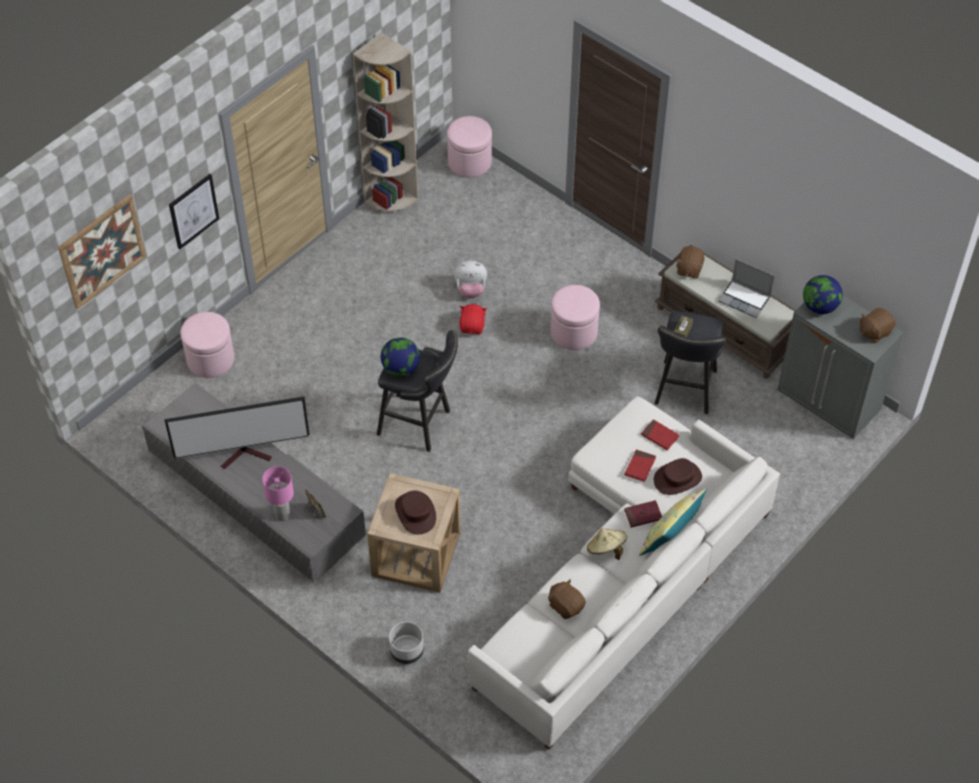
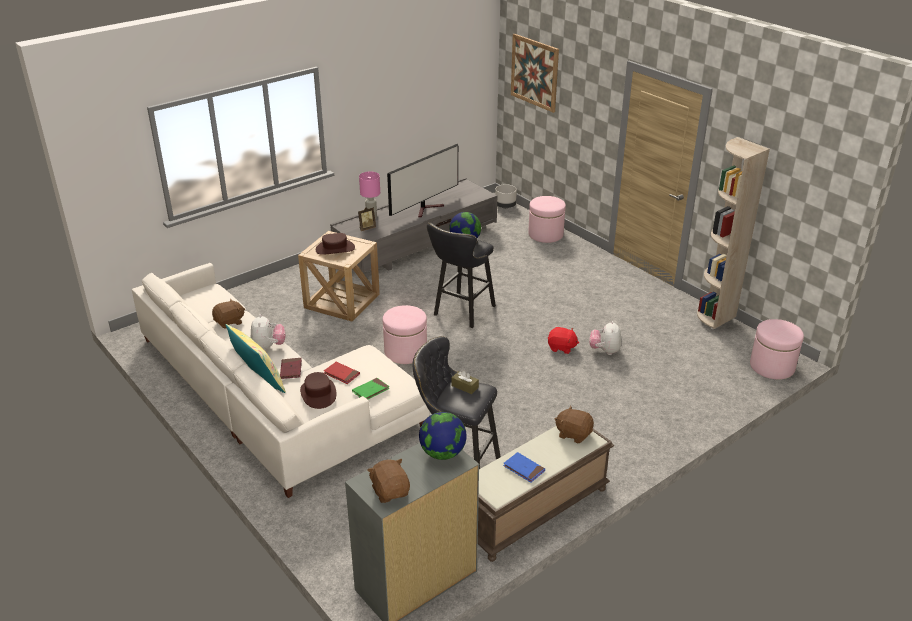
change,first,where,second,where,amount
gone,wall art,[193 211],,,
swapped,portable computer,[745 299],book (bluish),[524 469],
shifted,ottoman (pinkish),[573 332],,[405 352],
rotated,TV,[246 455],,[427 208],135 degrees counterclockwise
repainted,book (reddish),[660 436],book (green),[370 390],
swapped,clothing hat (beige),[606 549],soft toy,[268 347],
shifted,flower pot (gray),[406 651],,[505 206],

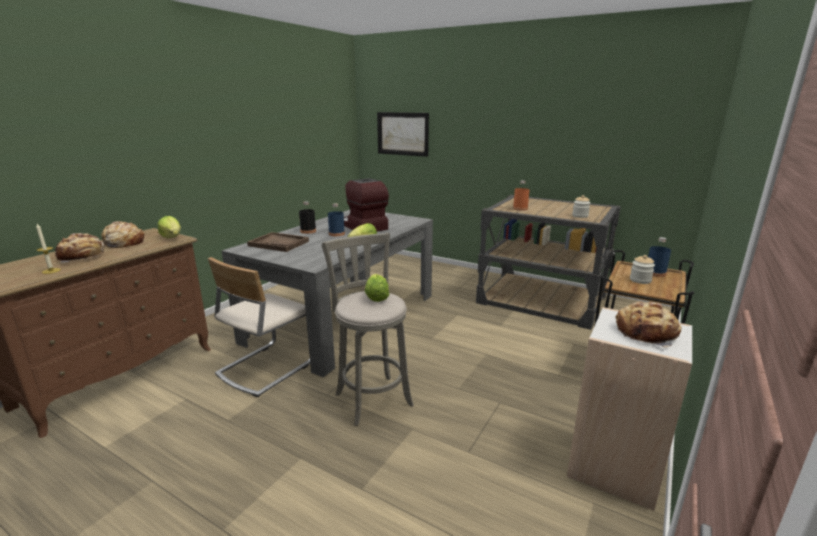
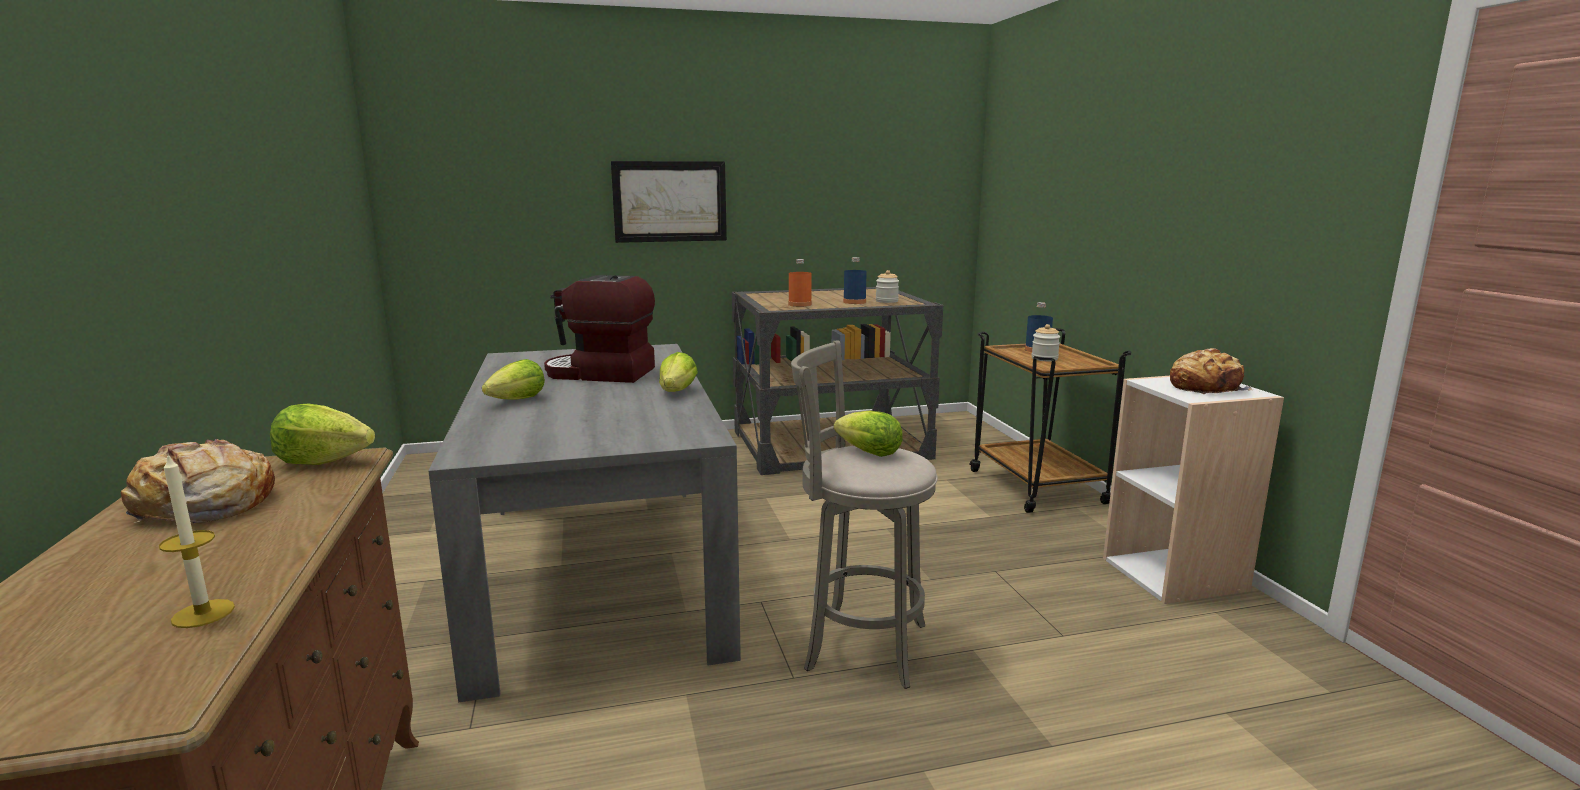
change,first,where,second,where,amount
shifted,wall art,[403 133],,[670 201],
swapped,bottle (blackish),[308 231],head of lettuce,[518 400],
shifted,bottle (bluish),[336 234],,[854 302],
gone,serving tray (brown-coloured),[279 243],,,
gone,bread,[82 256],,,
gone,upright chair (beige),[266 367],,,

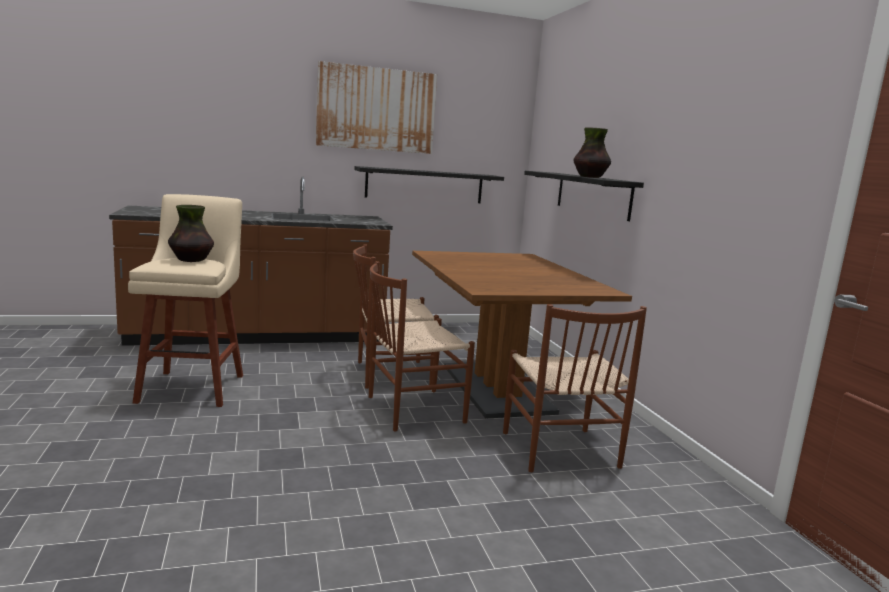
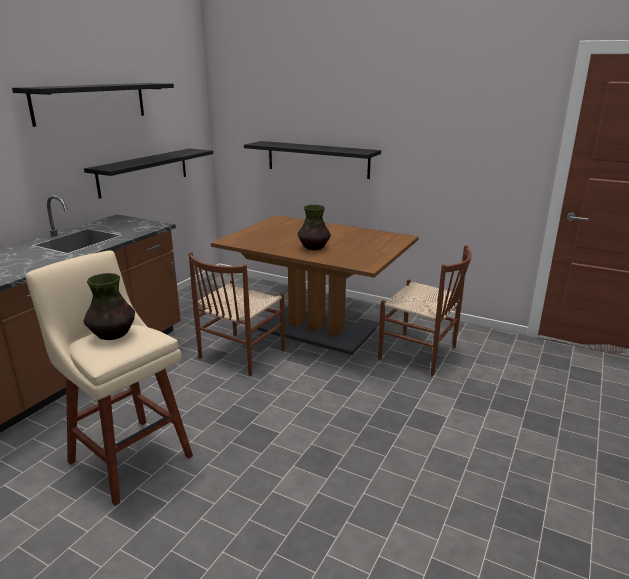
change,first,where,second,where,amount
swapped,wall art,[376 109],bracket shelf (blackish),[91 102],
shifted,flower vase,[590 177],,[314 248],
gone,upright chair (brown-coloured),[411 410],,,

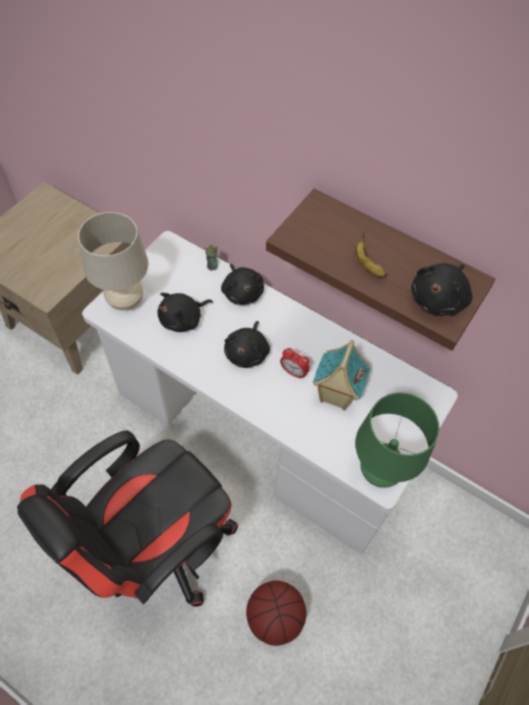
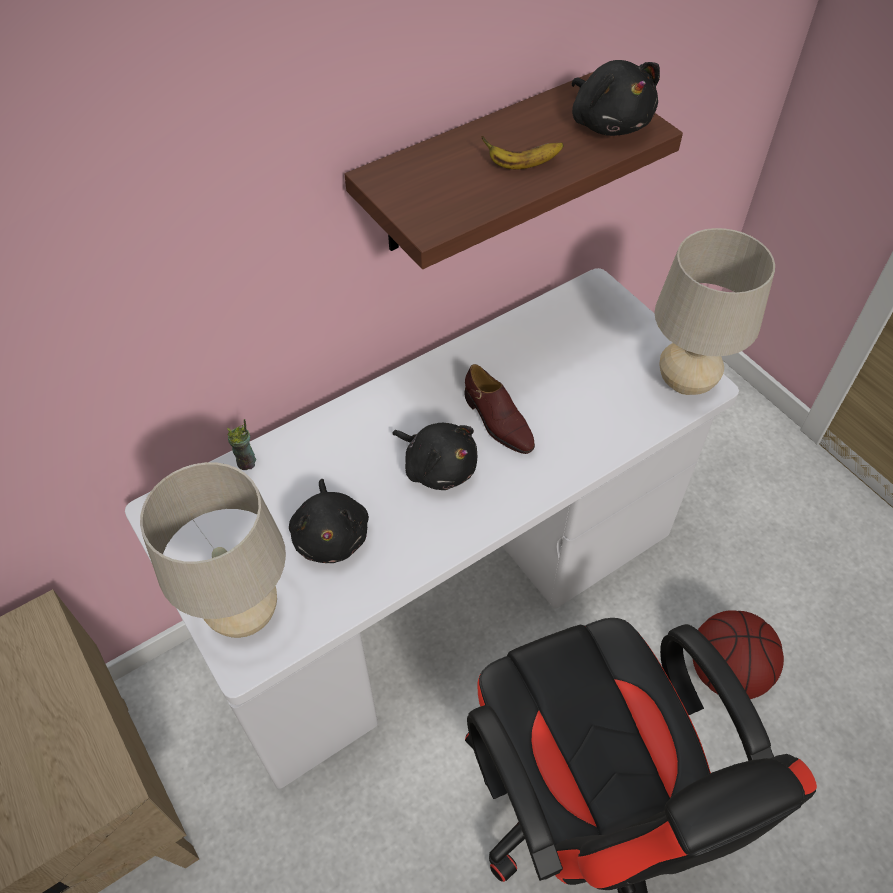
change,first,where,second,where,amount
gone,soft toy (blackish),[242 292],,,
gone,miniature house,[335 396],,,
swapped,alarm clock,[293 372],low shoe (brown-coloured),[497 421],
repainted,lamp for a table (green),[379 472],lamp for a table (beige),[685 382],

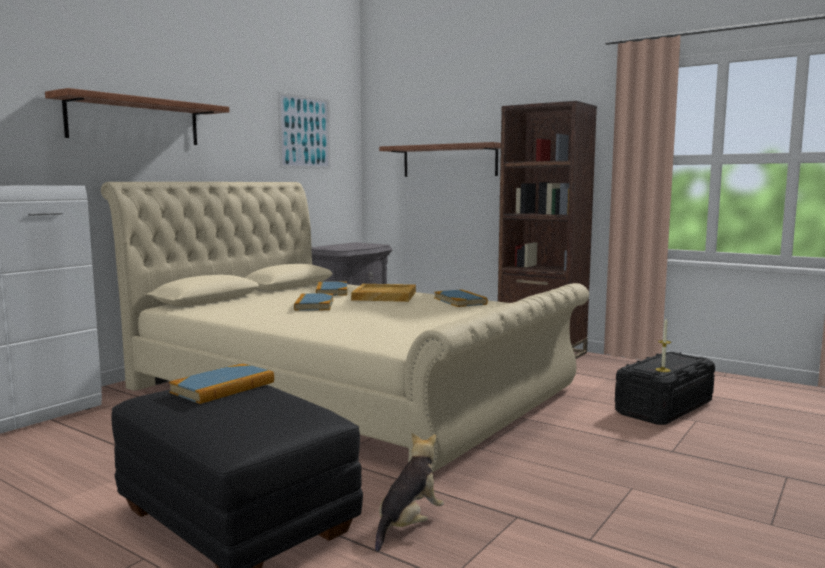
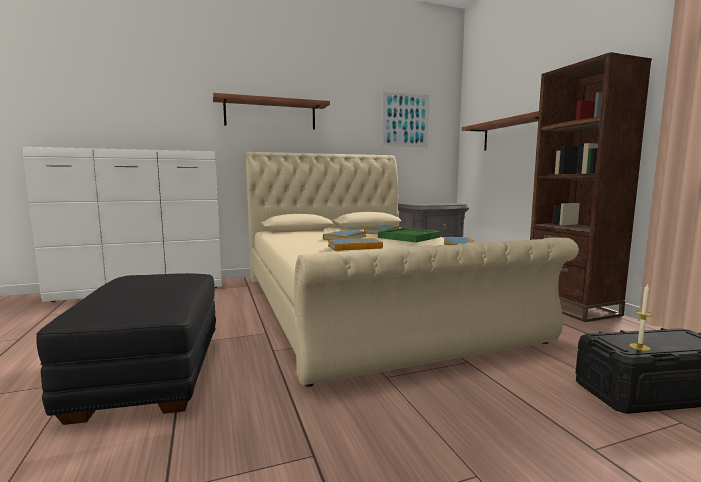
change,first,where,second,where,amount
repainted,serving tray (beige),[384 296],serving tray (green),[408 237],
shifted,book,[223 387],,[354 247],
gone,soft toy,[408 524],,,

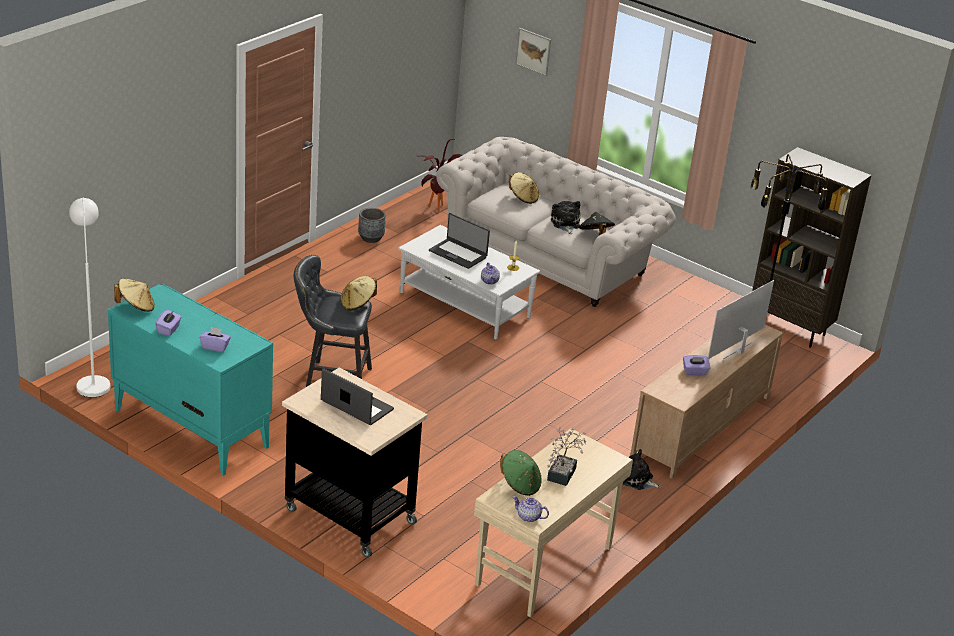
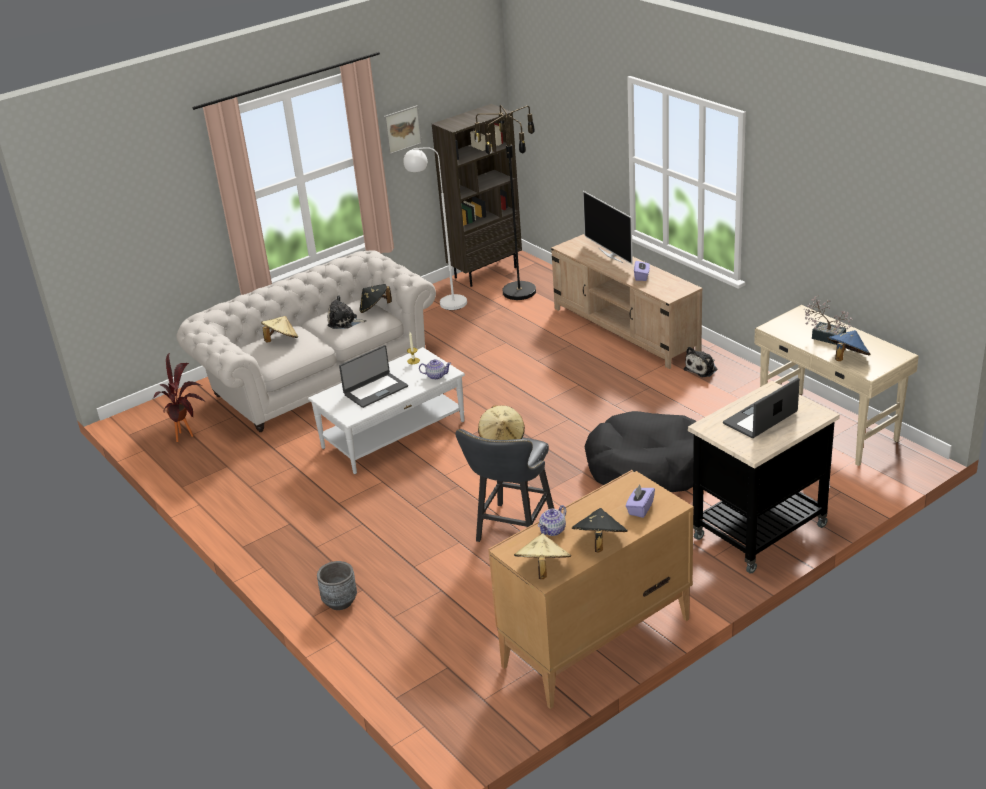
change,first,where,second,where,amount
shifted,wall art,[533 51],,[402 129],
shifted,standing lamp (white-coloured),[92 382],,[444 304],
shifted,flower pot (gray),[371 238],,[340 602],
repainted,cupboard (turquoise-coloured),[191 428],cupboard (brown-coloured),[596 642],
swapped,box of tissues (purple-coloured),[169 329],clothing hat (blackish),[599 543],
repainted,clothing hat (green),[520 484],clothing hat (bluish),[847 358],
shifted,teapot,[529 517],,[553 530],
new,,,dog cushion (blackish),[647 467],

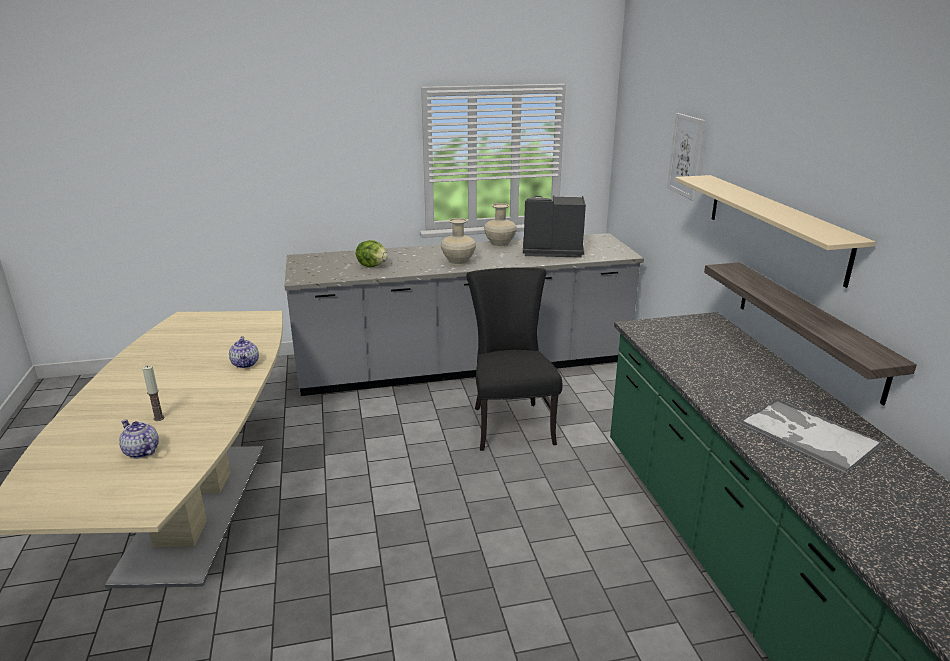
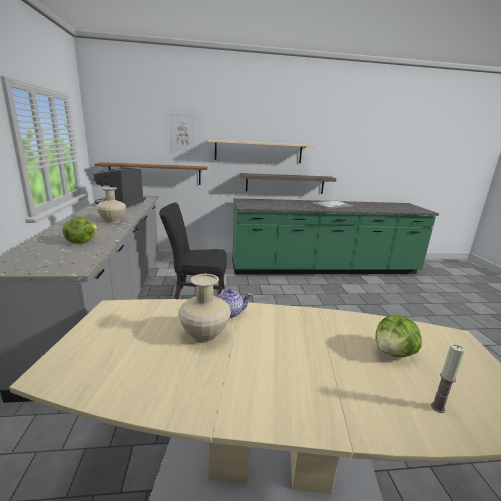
change,first,where,second,where,amount
shifted,flower vase (beige),[499 244],,[204 335],
shifted,wax candle,[158 418],,[438 407],
swapped,teapot,[141 451],head of lettuce,[393 353],
new,,,bracket shelf (brown-coloured),[155 174],

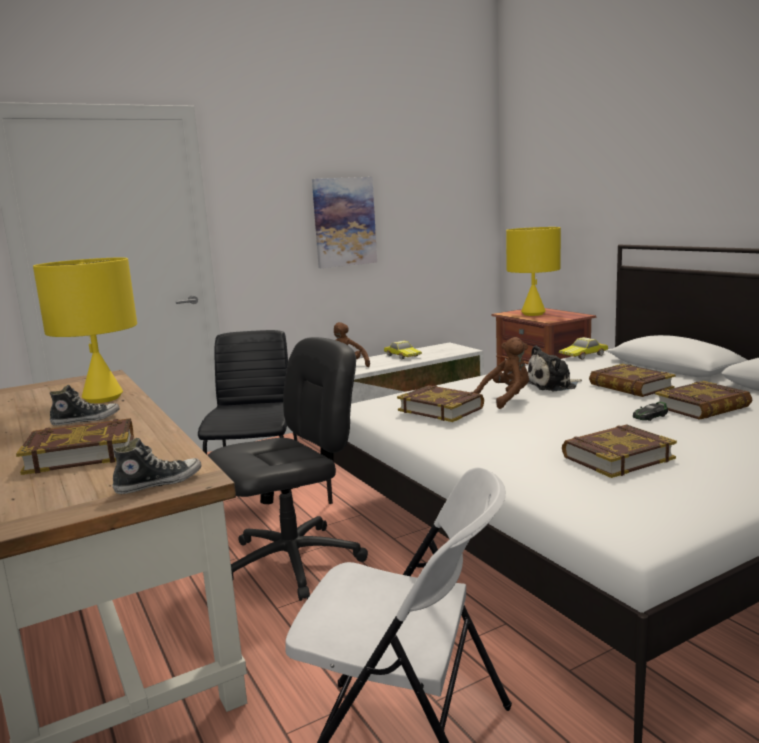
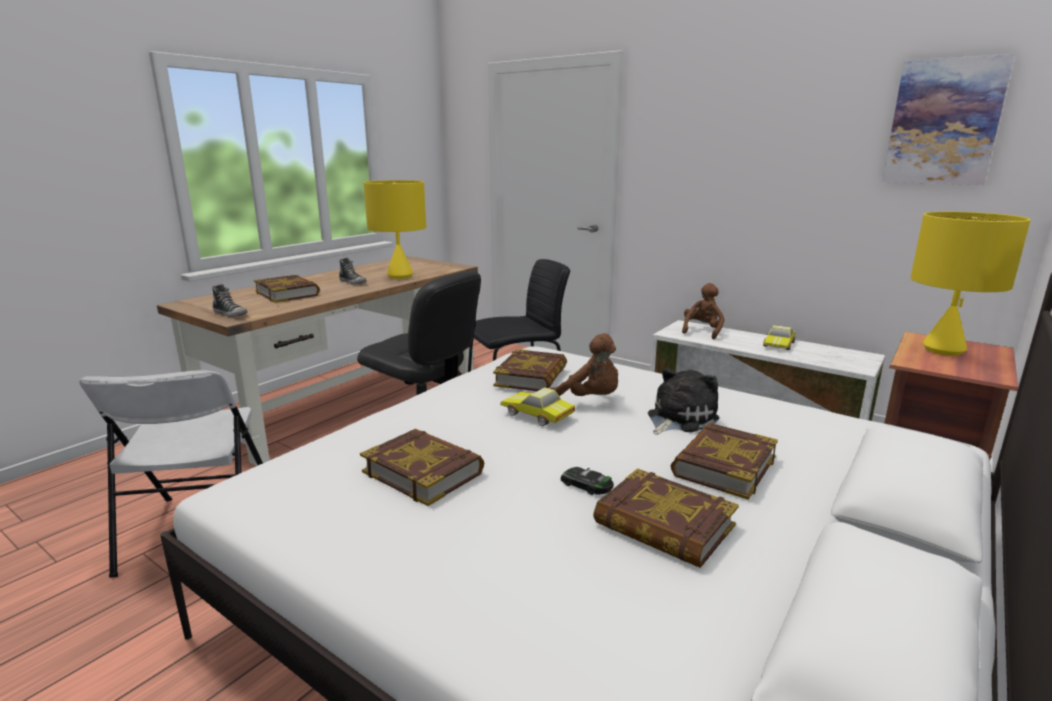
change,first,where,second,where,amount
shifted,wall art,[344 222],,[944 122],
shifted,toy car,[584 355],,[537 415],
rotated,soft toy,[553 385],,[679 418],90 degrees clockwise

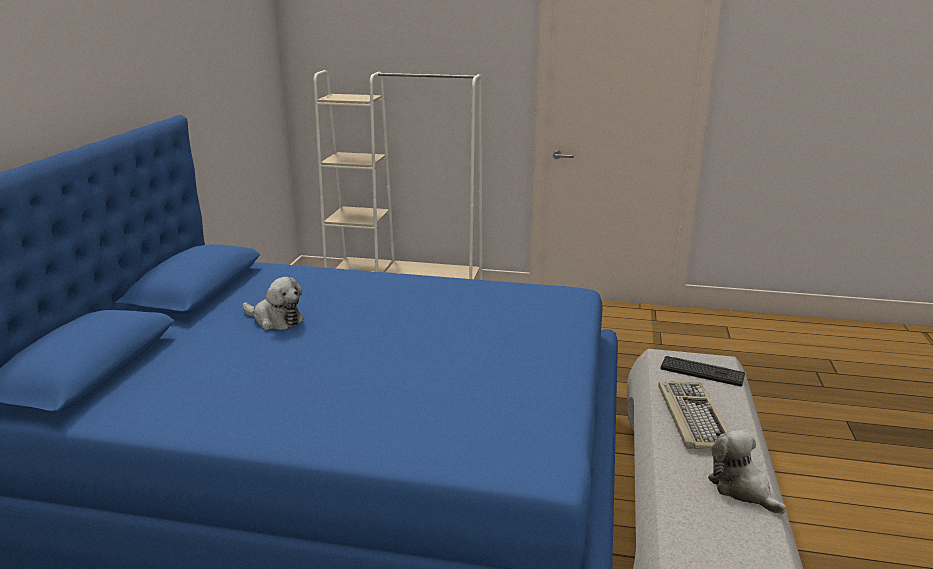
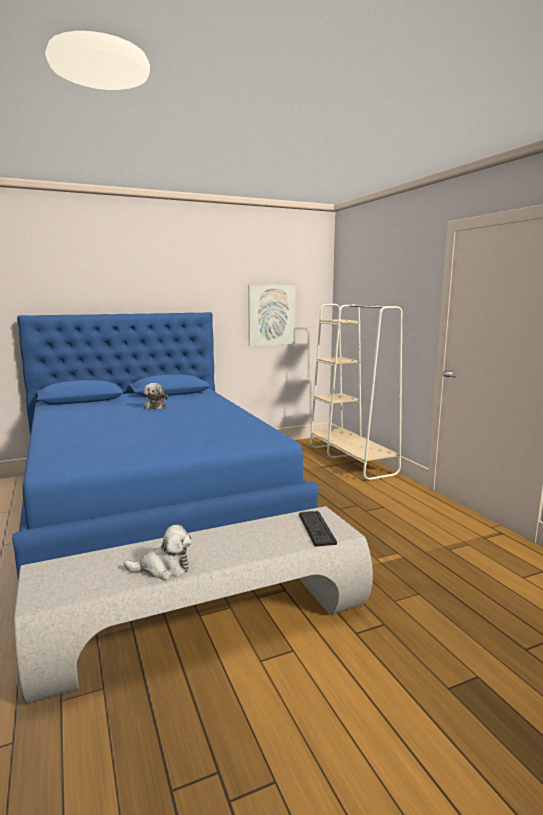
change,first,where,second,where,amount
gone,computer keyboard,[692 417],,,
rotated,soft toy,[741 488],,[163 568],60 degrees clockwise
new,,,wall art,[271 315],

